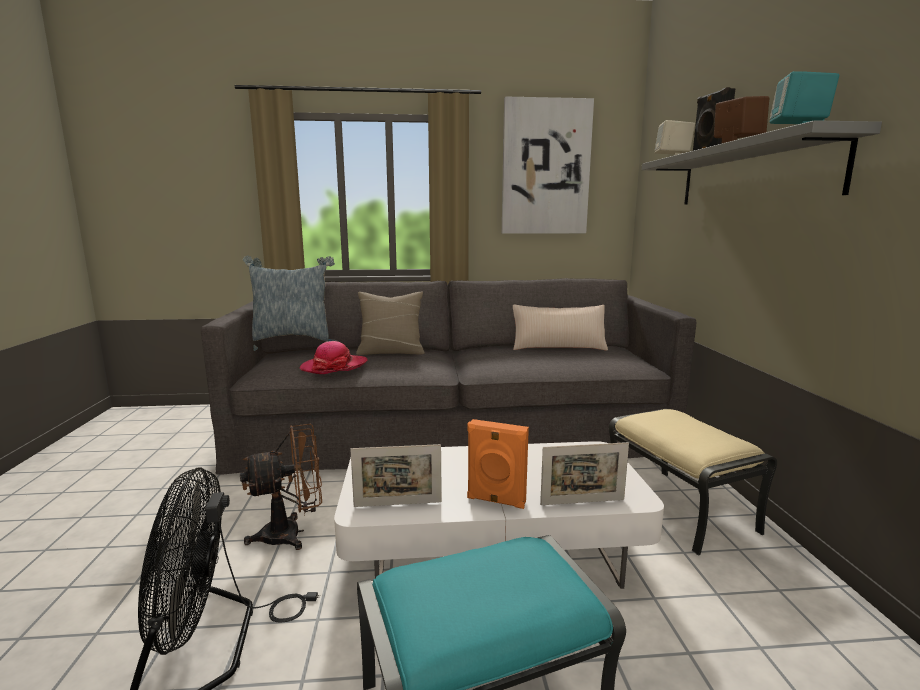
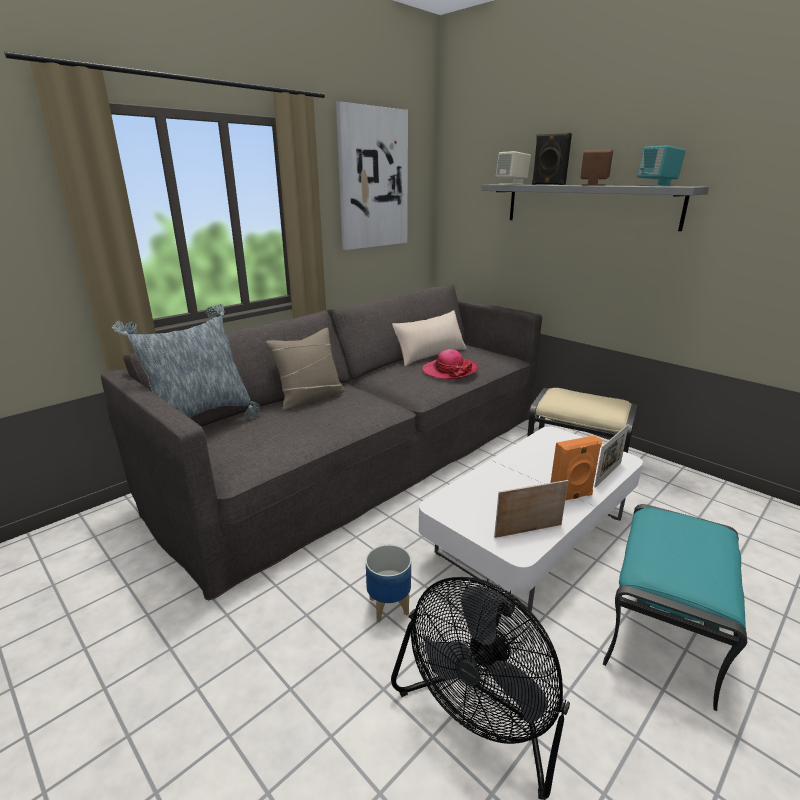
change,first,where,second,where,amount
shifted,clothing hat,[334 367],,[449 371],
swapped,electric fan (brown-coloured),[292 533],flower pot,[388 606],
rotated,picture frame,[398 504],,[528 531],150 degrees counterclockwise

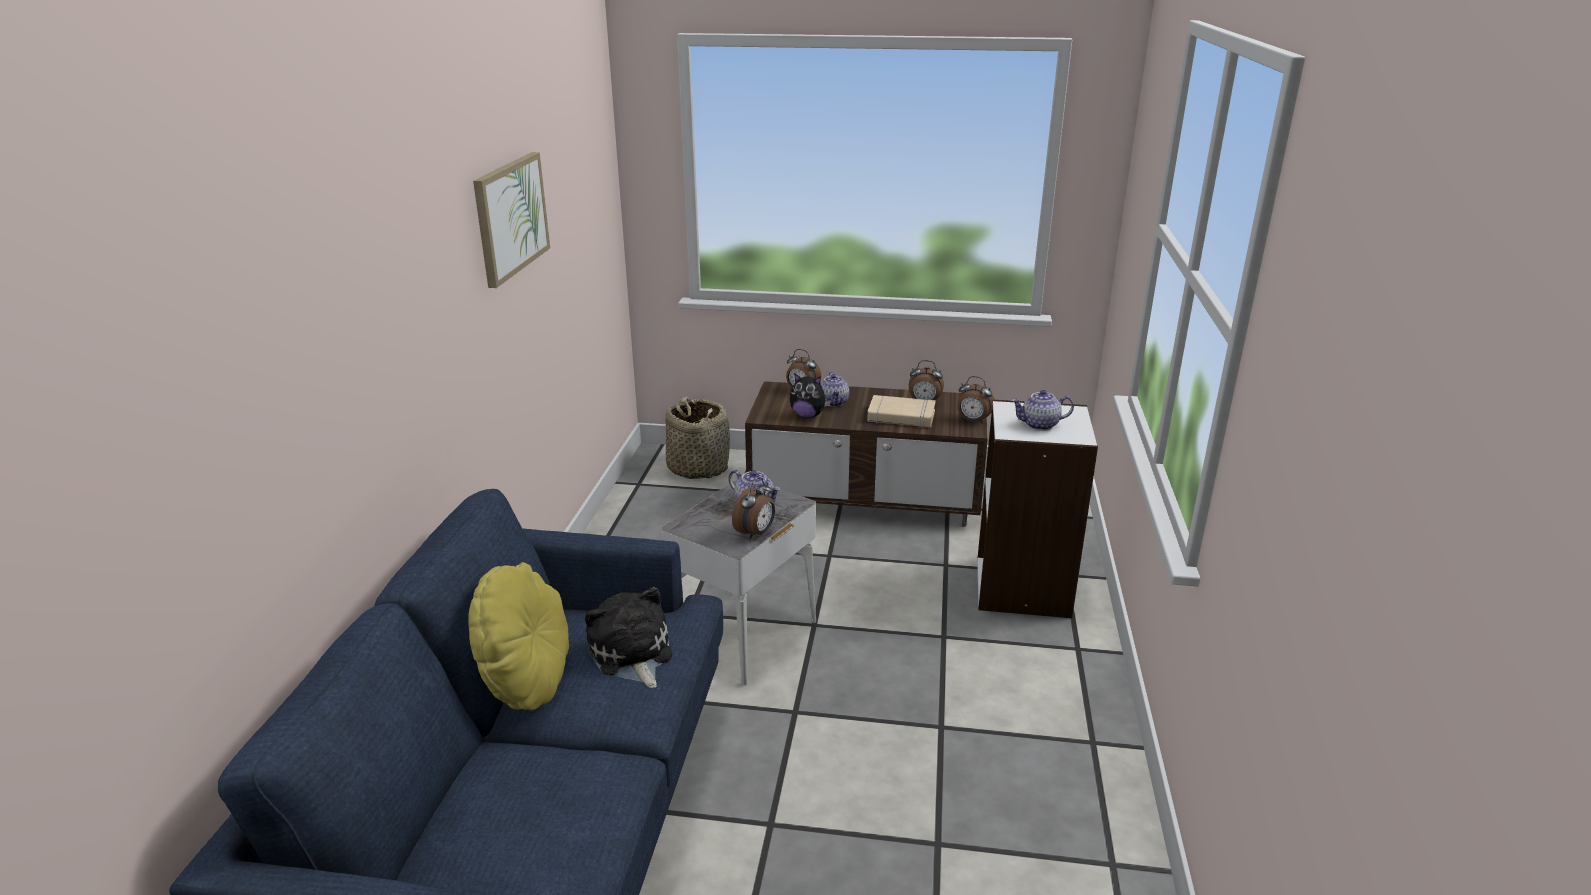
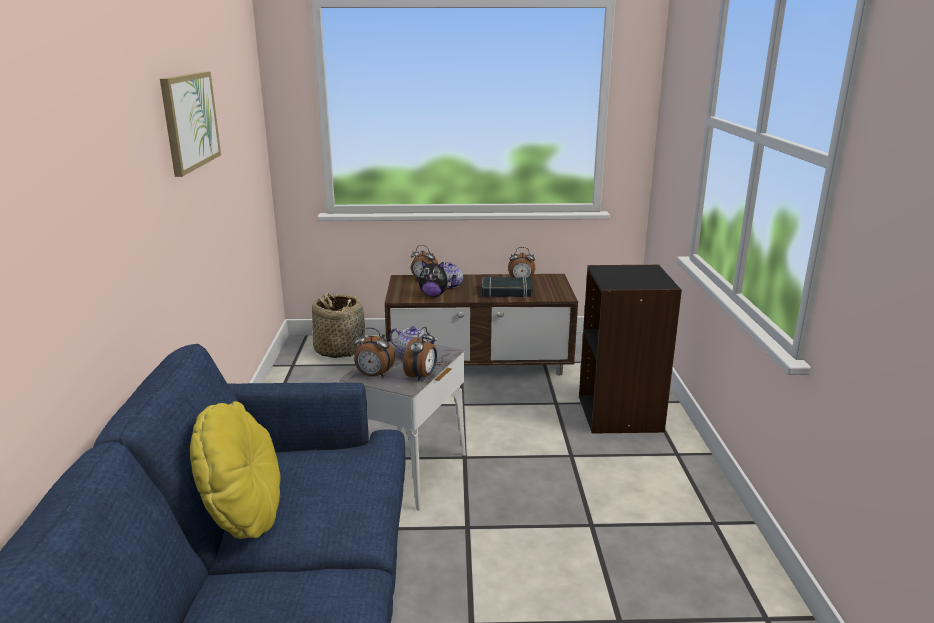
change,first,where,second,where,amount
shifted,alarm clock,[973 421],,[373 376],
gone,teapot,[1039 425],,,
repainted,book (beige),[901 417],book (blackish),[507 291],
repainted,bookcase (white-coloured),[1024 587],bookcase (blackish),[621 414],
gone,soft toy,[631 655],,,

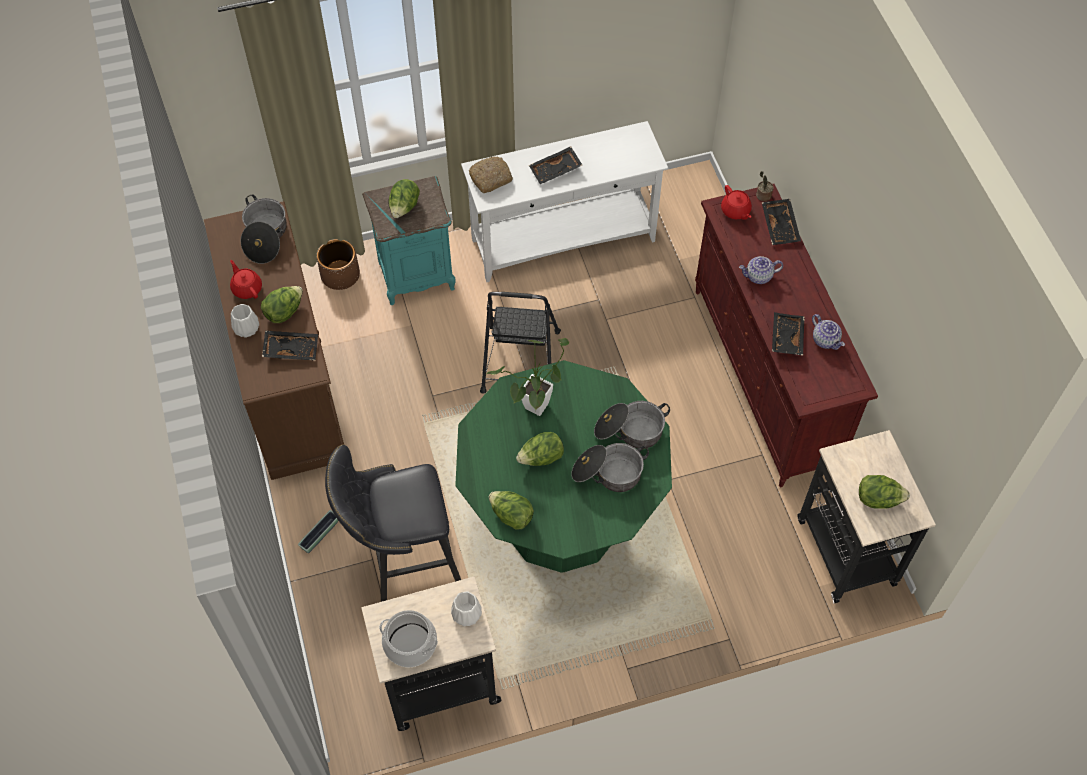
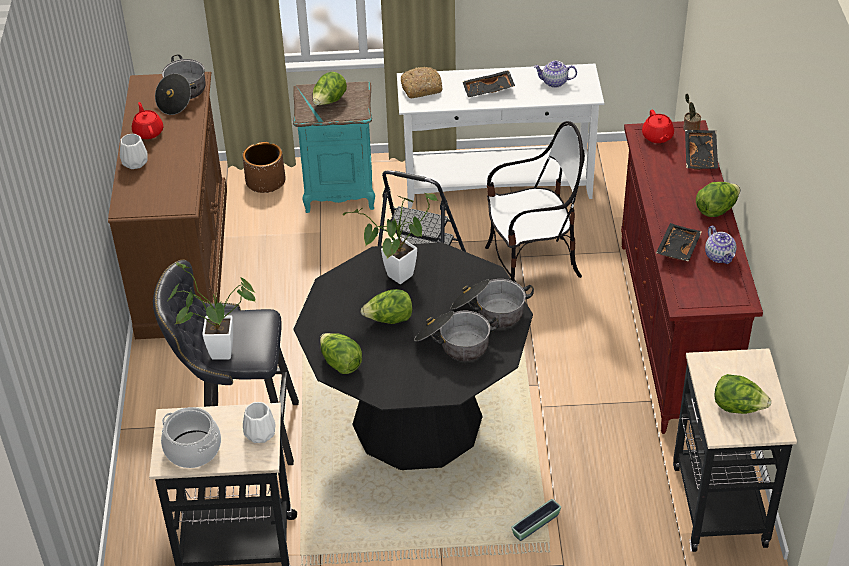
change,first,where,second,where,amount
shifted,teapot,[758 276],,[554 82],
shifted,head of lettuce,[284 312],,[716 210],
gone,serving tray (blackish),[291 348],,,
repainted,kitchen table (green),[562 517],kitchen table (blackish),[417 421],
shifted,flower pot,[320 535],,[536 525],
new,,,upright chair,[532 265],
new,,,houseplant,[215 352],

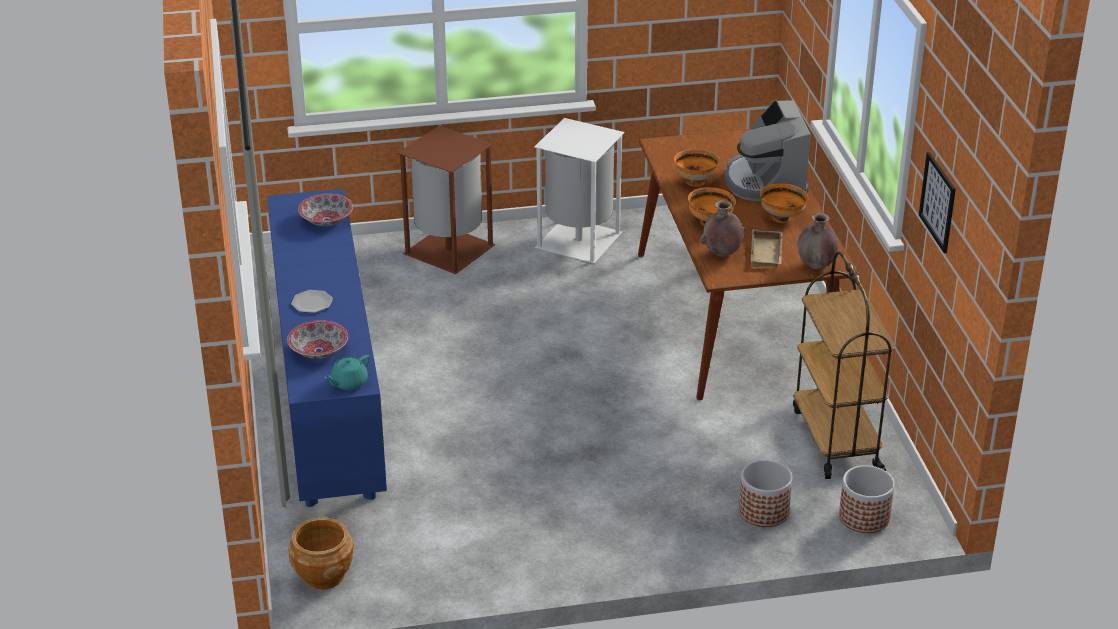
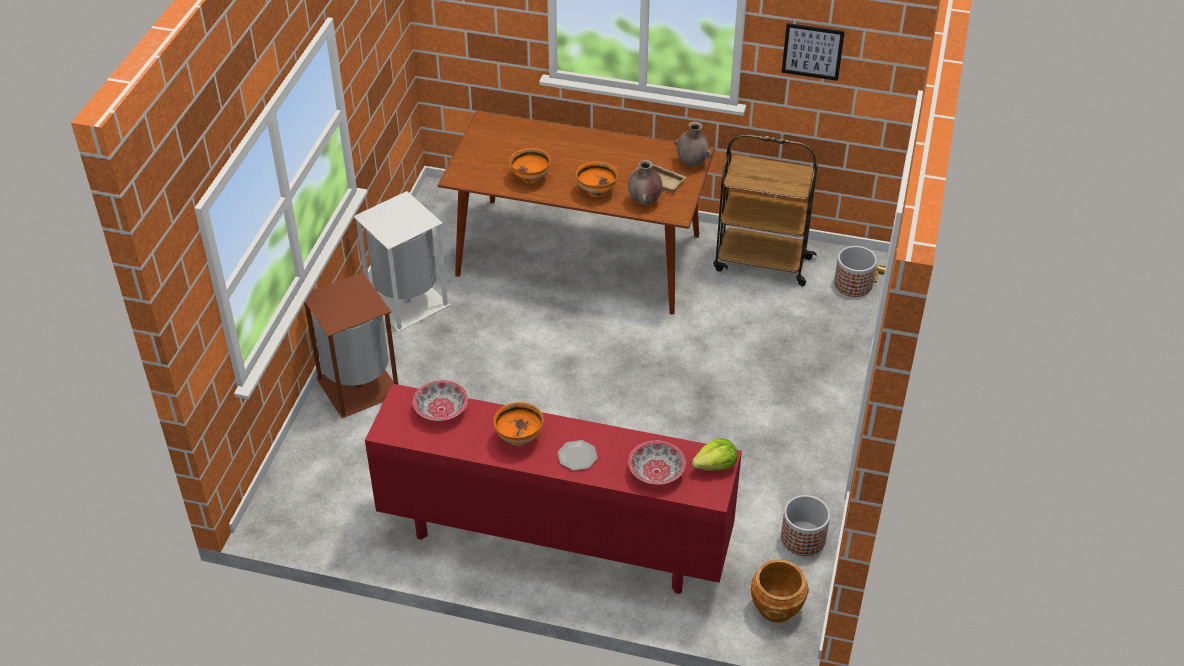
change,first,where,second,where,amount
gone,coffee brewer,[765 182],,,
shifted,deep dish (orange),[782 218],,[519 438],
repainted,cupboard (bluish),[328 412],cupboard (reddish),[554 541],
swapped,teapot (turquoise-coloured),[348 383],head of lettuce,[715 465],
shifted,flower pot,[763 511],,[803 539],

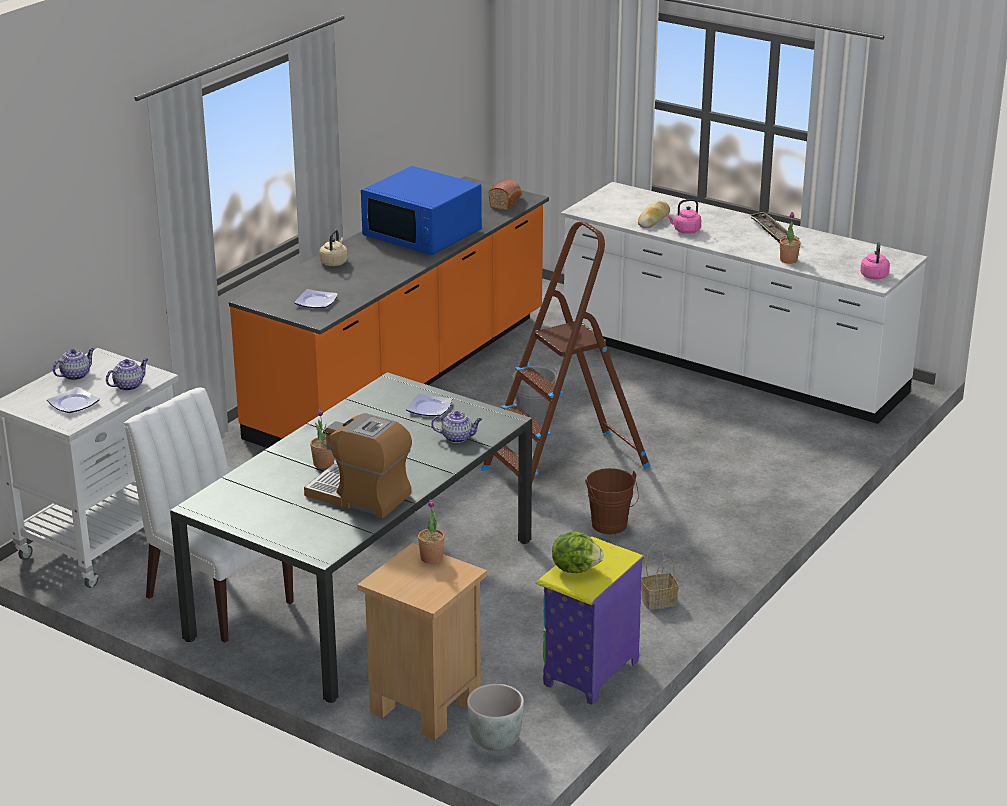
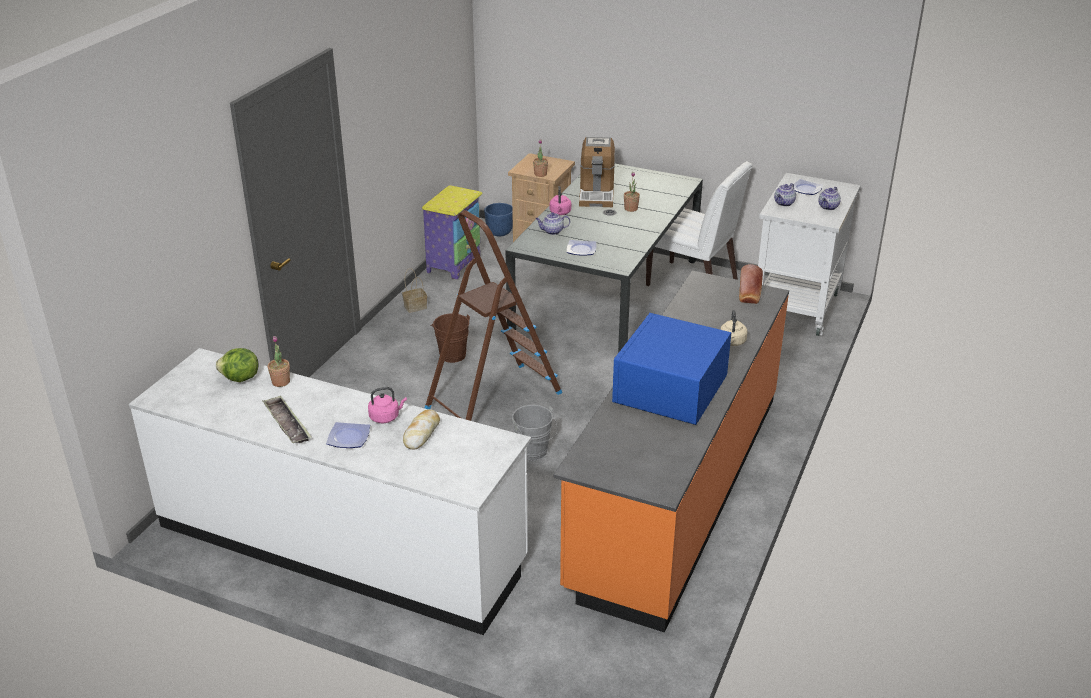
change,first,where,second,where,amount
rotated,kitchen microwave (bluish),[423 234],,[669 390],90 degrees counterclockwise
shifted,bread,[506 202],,[749 294],
shifted,kettle (pinkish),[874 275],,[560 213],
shifted,flat dish,[317 302],,[347 438],
rotated,coffee brewer,[360 496],,[596 193],75 degrees clockwise
shifted,head of lettuce,[575 568],,[240 379],
repainted,flower pot (gray),[495 741],flower pot (bluish),[499 232],

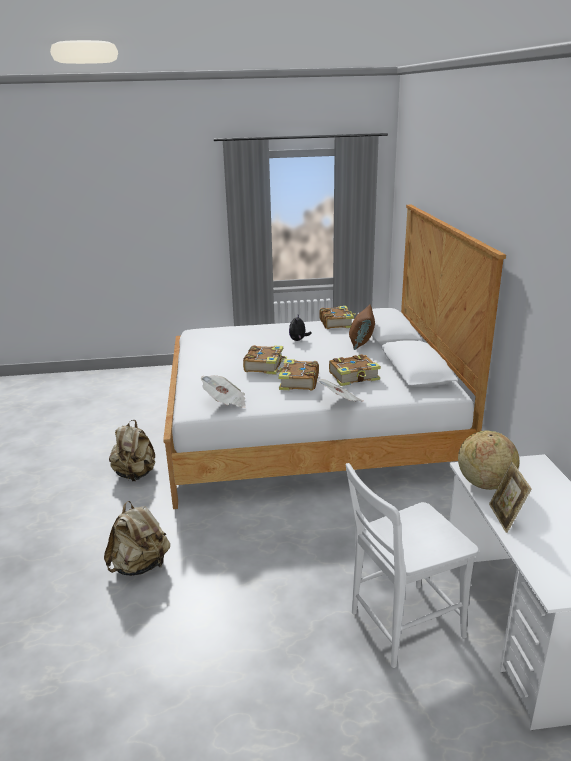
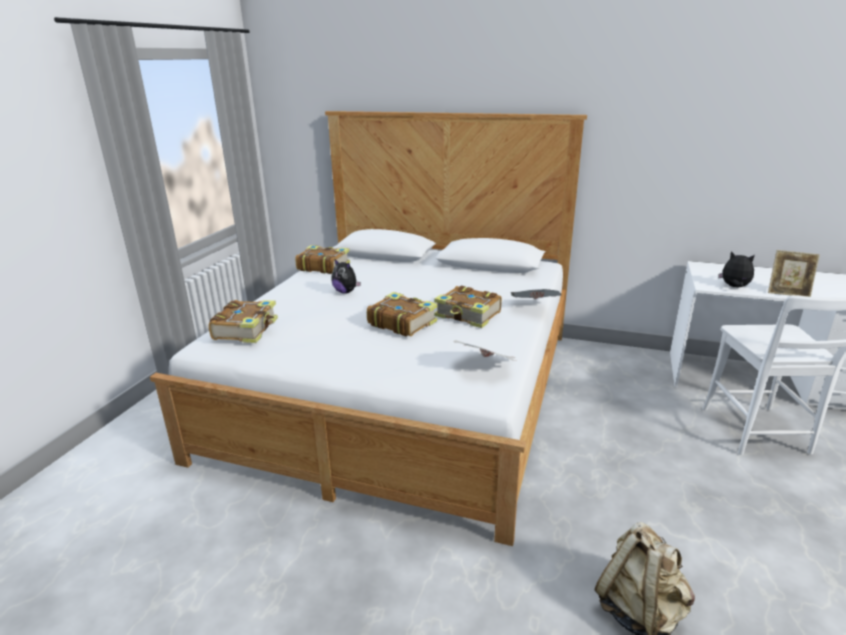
change,first,where,second,where,amount
gone,throw pillow (brown-coloured),[361 343],,,
shifted,book,[354 377],,[247 329],
gone,rucksack (beige),[135 474],,,
swapped,desk globe,[484 483],soft toy,[734 287],

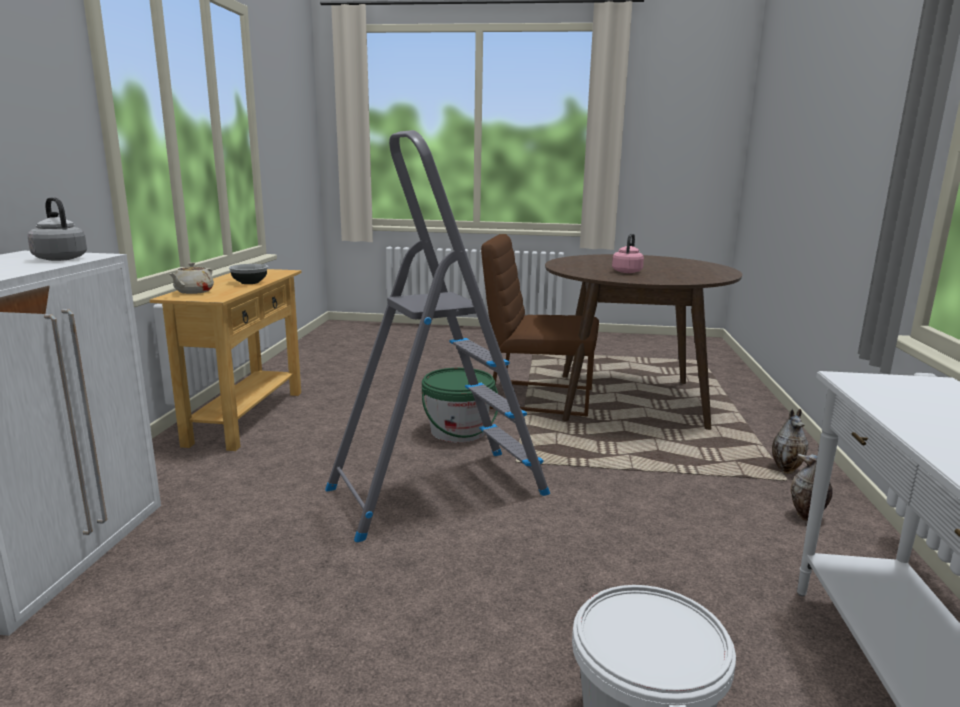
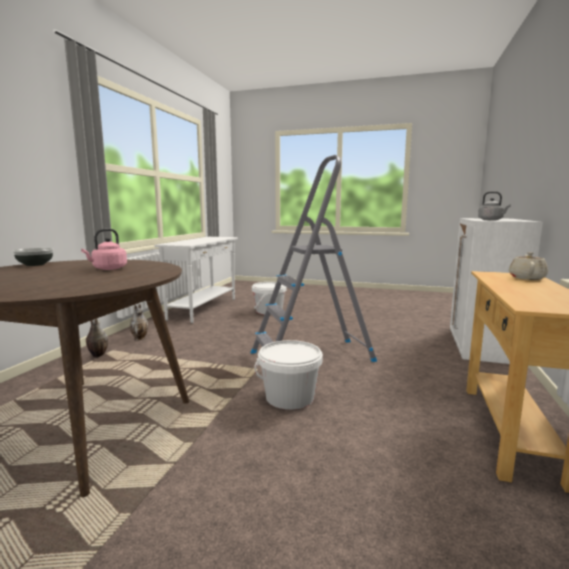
change,first,where,second,where,amount
gone,upright chair (brown-coloured),[538 398],,,
shifted,deep dish,[250 282],,[34 264],
repainted,bucket (green),[458 431],bucket (white-coloured),[289 397],

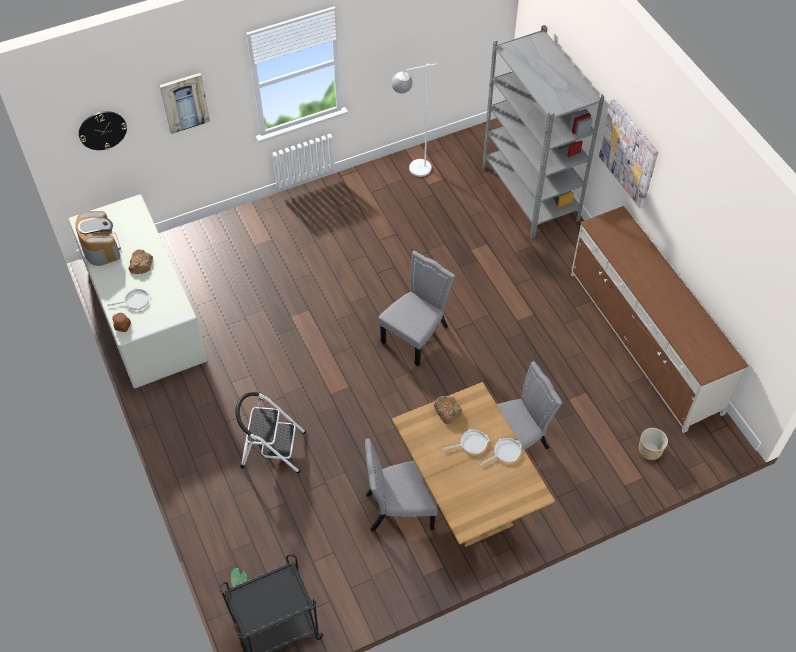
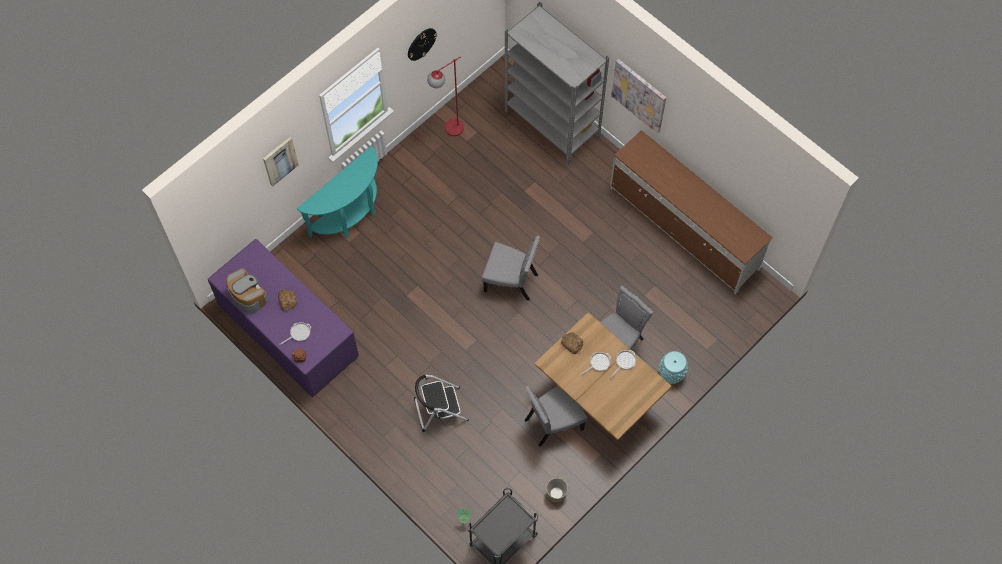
change,first,where,second,where,amount
repainted,standing lamp (white-coloured),[412 170],standing lamp (reddish),[448 131],
shifted,wall clock,[102 130],,[421 44],
repainted,chest of drawers (white-coloured),[145 314],chest of drawers (purple-coloured),[288 332],
rotated,upright chair (gray),[415 337],,[510 281],90 degrees clockwise
shifted,flower pot,[650 451],,[556 494],
new,,,narrow table (turquoise-coloured),[349 215],
new,,,stool seat (turquoise-coloured),[671 374],

